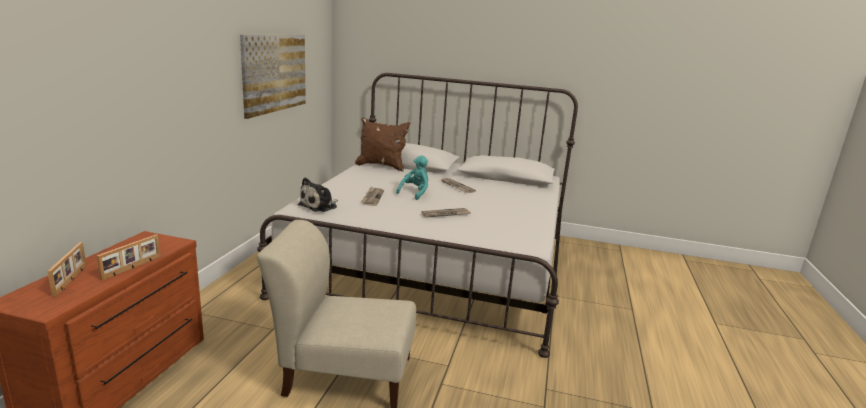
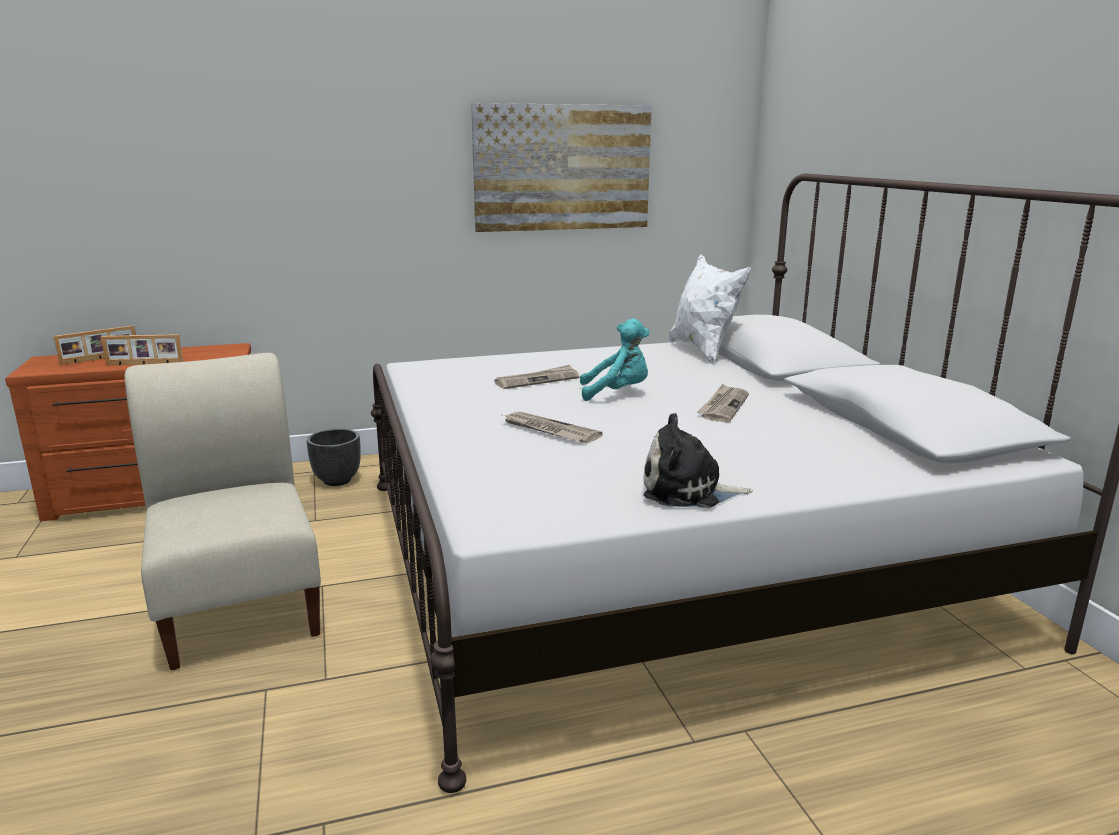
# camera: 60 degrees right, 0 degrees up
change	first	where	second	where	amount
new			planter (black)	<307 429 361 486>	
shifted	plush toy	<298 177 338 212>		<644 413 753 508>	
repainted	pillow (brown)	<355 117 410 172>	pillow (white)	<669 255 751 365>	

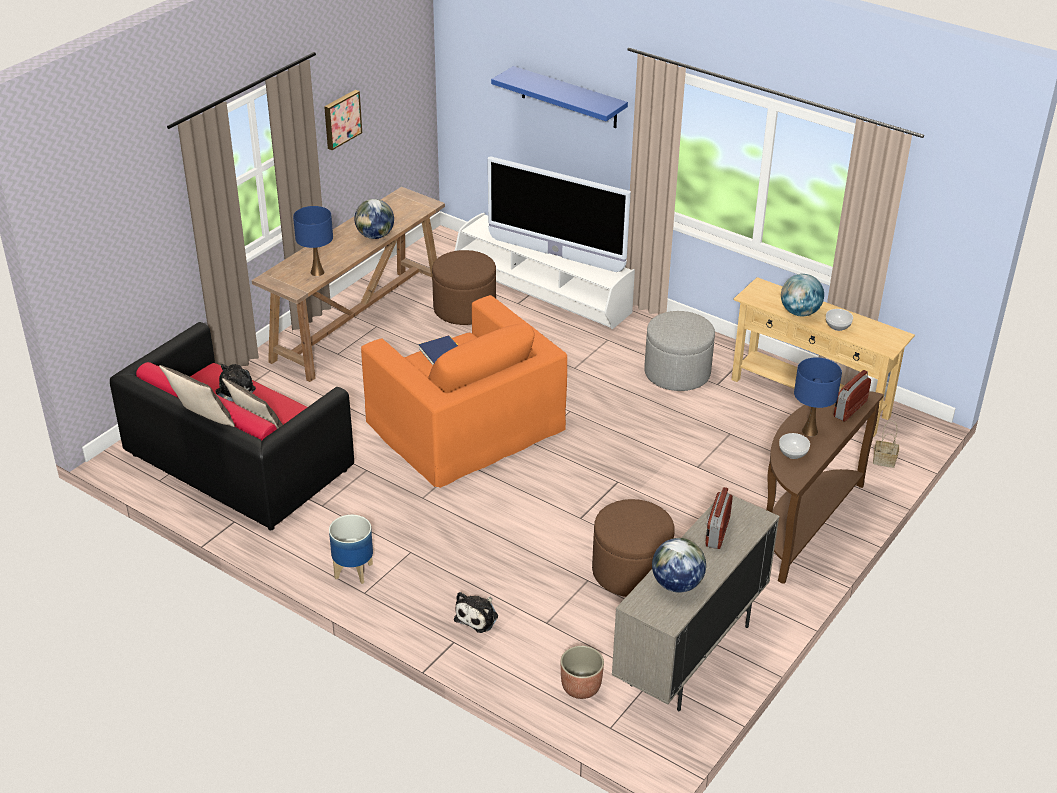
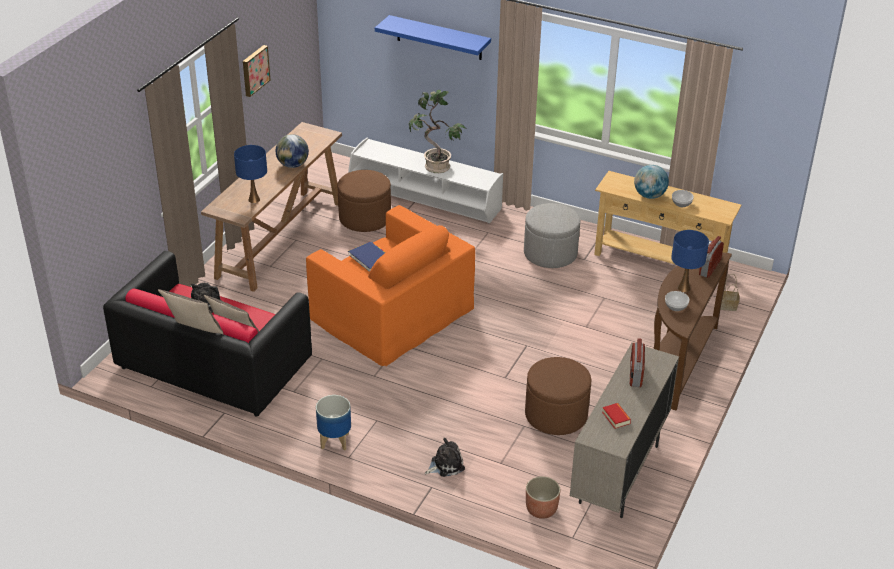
# camera: 10 degrees left, 0 degrees up
change	first	where	second	where	amount
swapped	television	<488 156 631 272>	potted plant	<409 90 466 173>	
swapped	globe	<652 538 706 593>	book	<602 403 631 429>	
rotated	plush toy	<454 592 498 633>		<425 438 465 477>	135 degrees counterclockwise

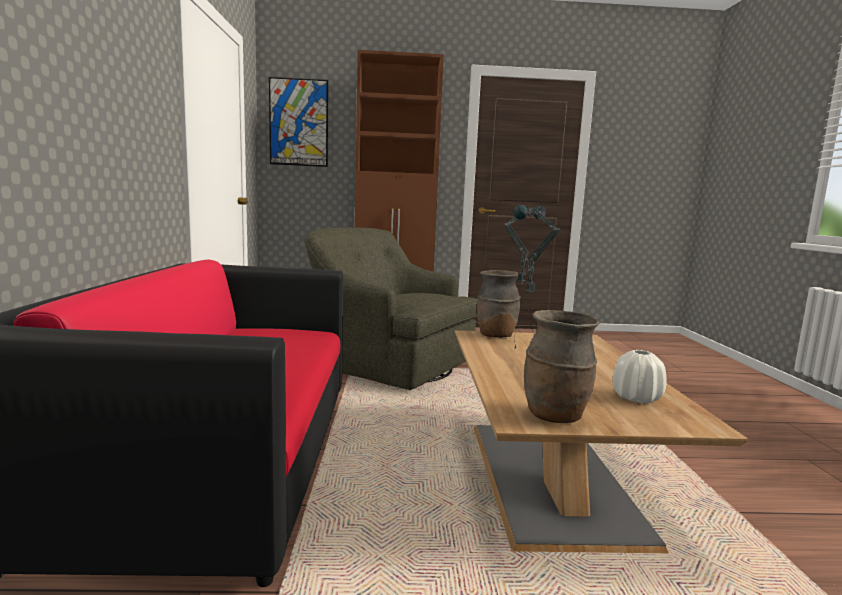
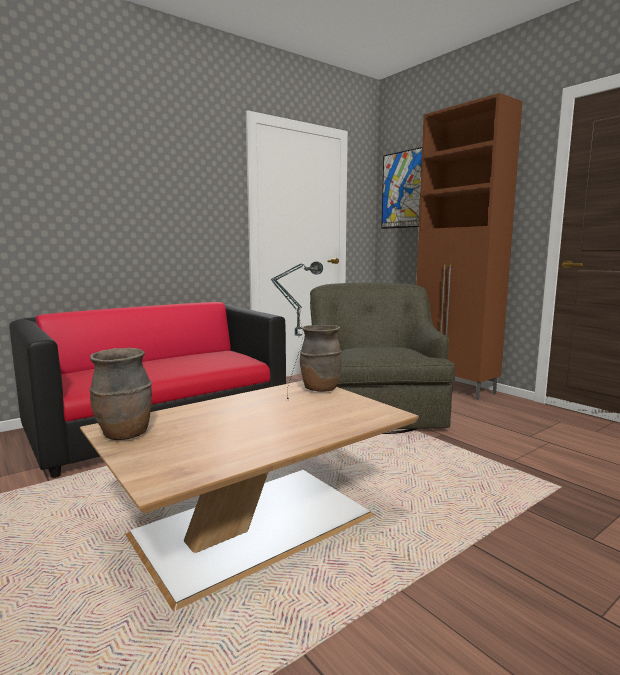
# camera: 55 degrees right, 0 degrees up
change	first	where	second	where	amount
gone	table lamp	<513 205 561 336>			
gone	vase (white)	<612 350 666 403>			

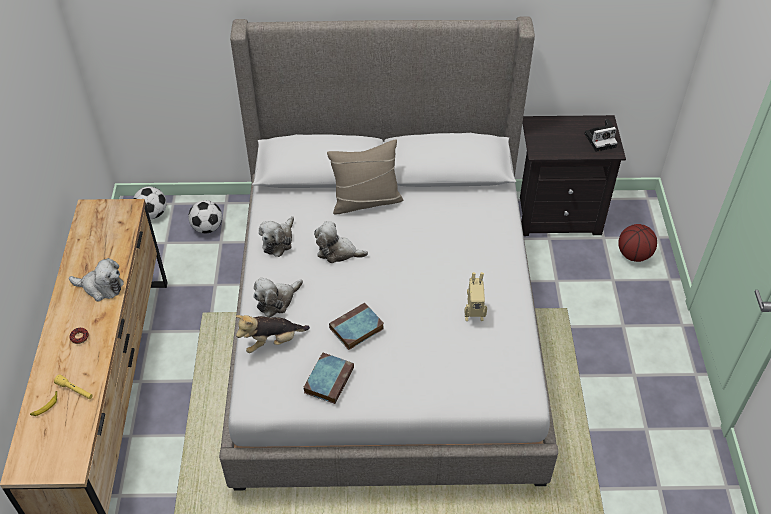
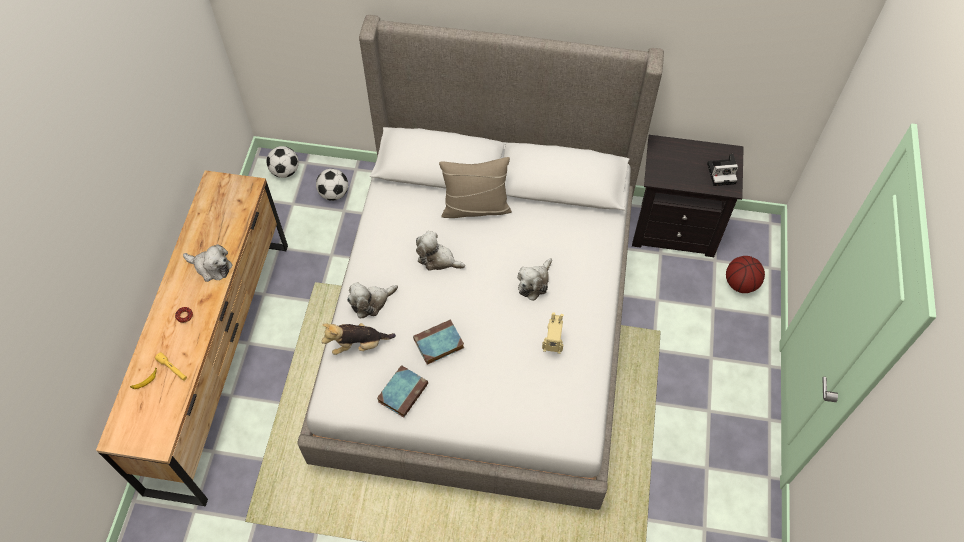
# camera: 10 degrees right, 10 degrees up
change	first	where	second	where	amount
shifted	plush toy	<259 216 294 257>		<517 258 552 301>	

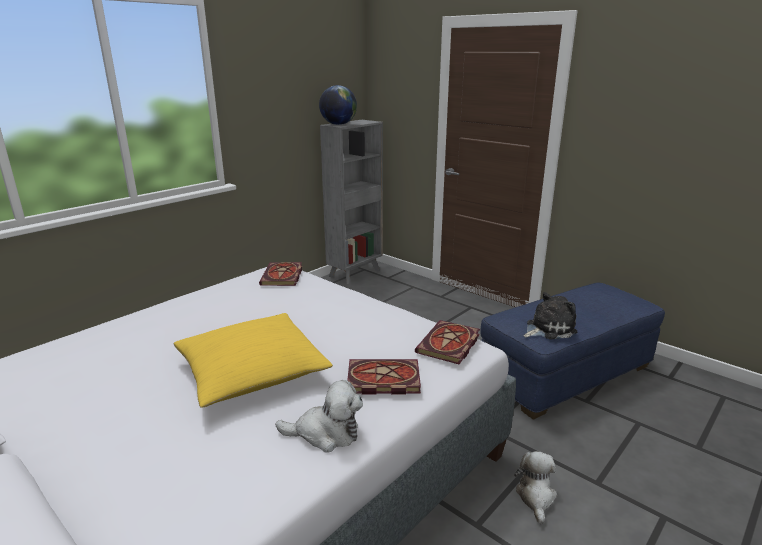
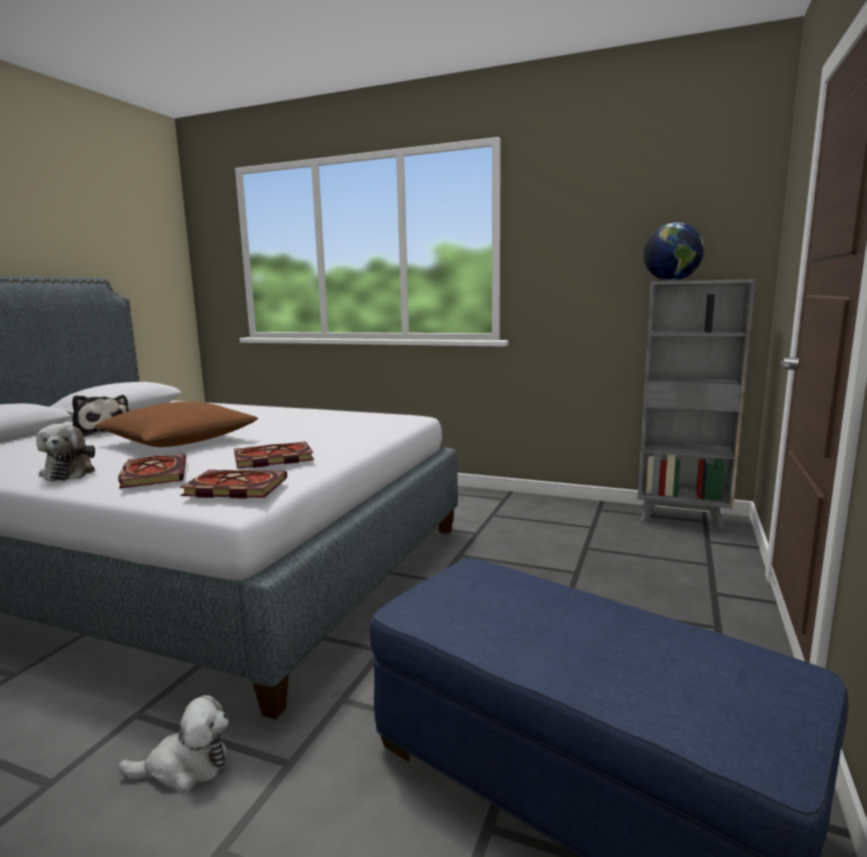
# camera: 70 degrees right, 10 degrees down
change	first	where	second	where	amount
shifted	book	<259 262 302 286>		<234 441 314 469>	
shifted	plush toy	<524 292 577 339>		<72 395 129 437>	
repainted	pillow (yellow)	<174 313 333 408>	pillow (brown)	<95 401 258 447>	

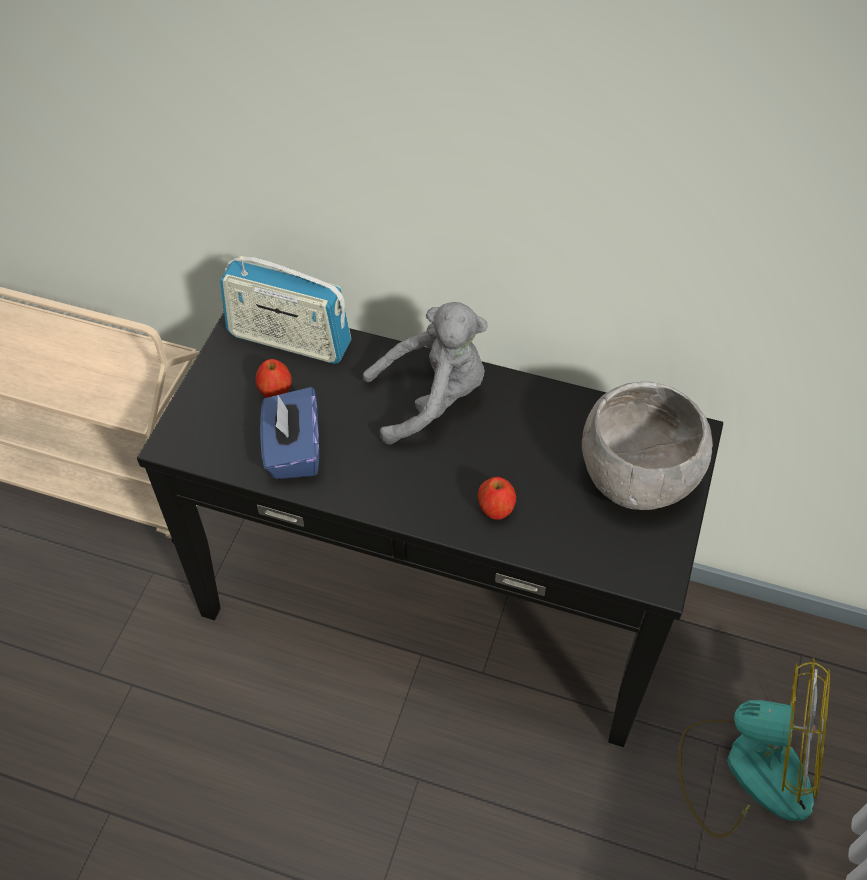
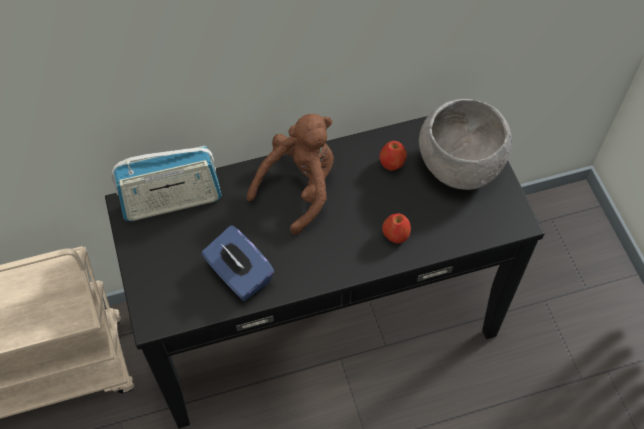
# camera: 35 degrees left, 5 degrees up
change	first	where	second	where	amount
gone	fan	<678 658 830 838>			
shifted	apple	<256 359 292 398>		<380 141 407 171>	
repainted	plush toy (grey)	<363 302 488 444>	plush toy (brown)	<247 114 334 235>	

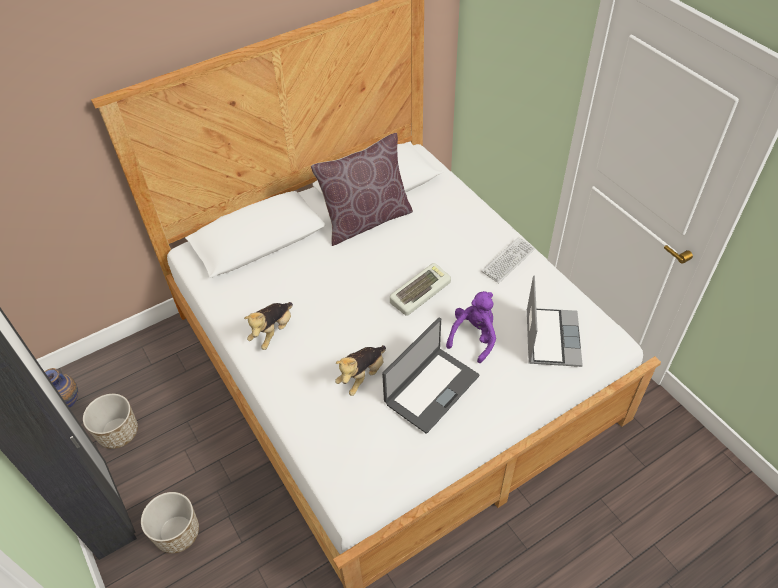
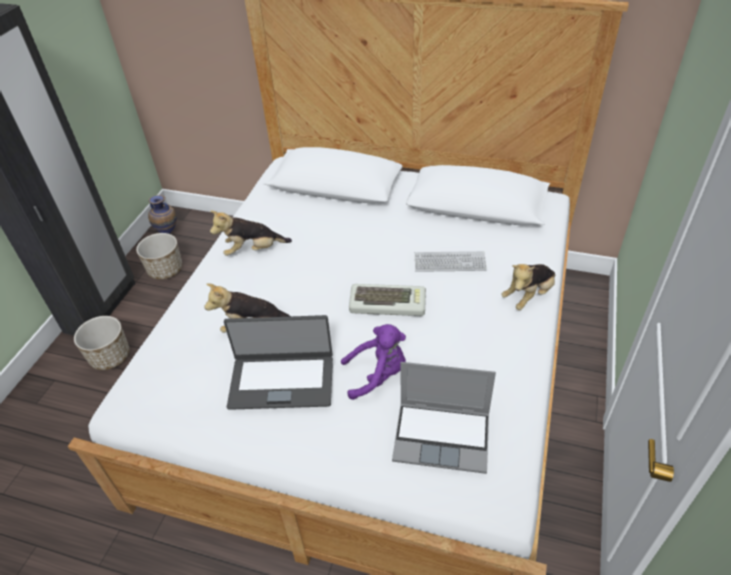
# camera: 50 degrees right, 5 degrees down
change	first	where	second	where	amount
gone	pillow (brown)	<311 133 413 246>			
new			plush toy	<501 264 555 310>	
shifted	keyboard	<481 237 535 283>		<415 251 487 272>	
rotated	laptop	<527 275 583 367>		<392 362 496 474>	45 degrees clockwise

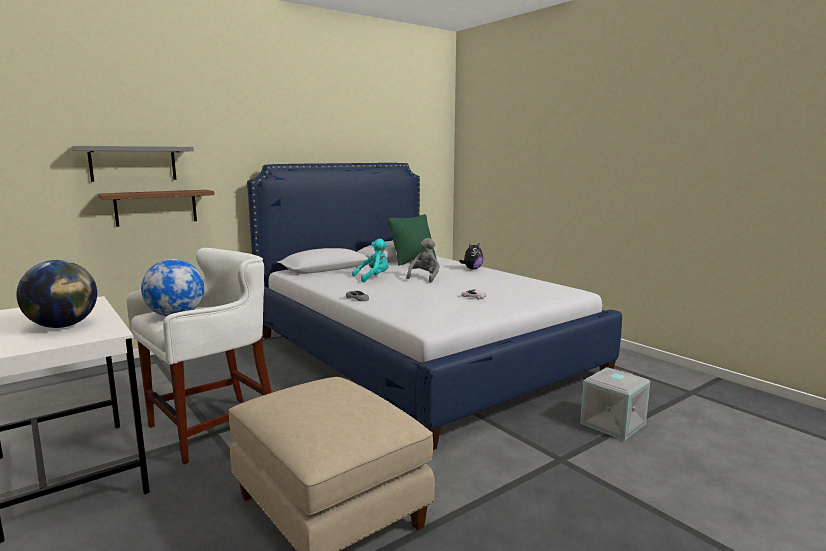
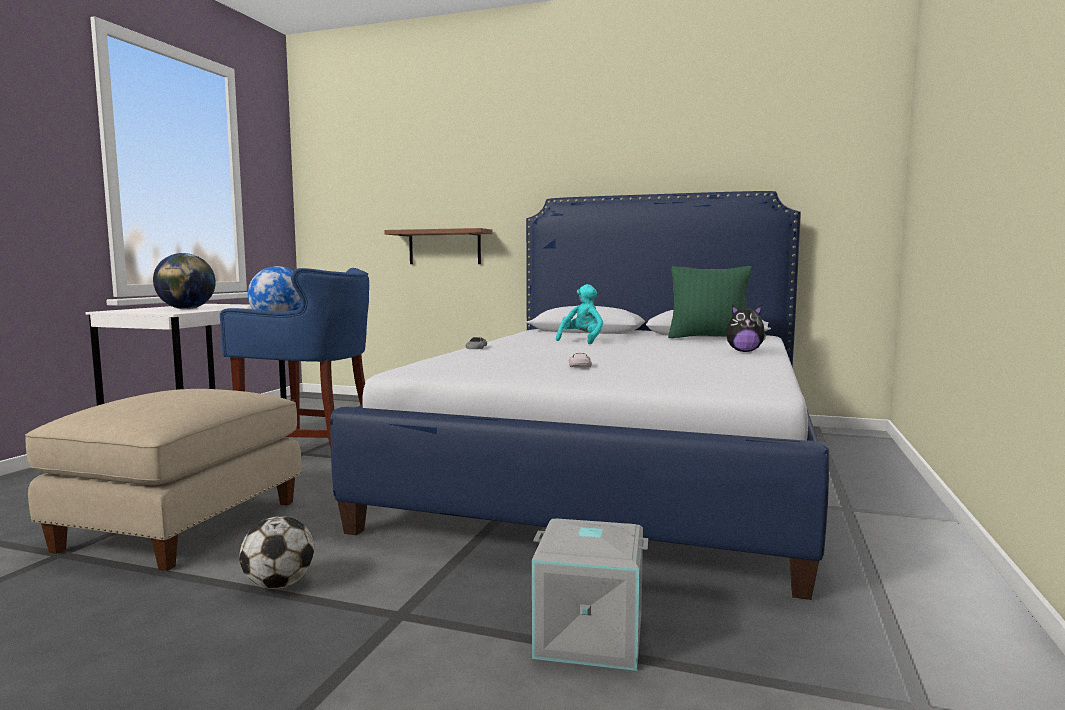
# camera: 55 degrees right, 5 degrees down
change	first	where	second	where	amount
gone	shelf (grey)	<71 146 194 182>			
gone	plush toy (grey)	<406 238 440 282>			
new			football	<239 516 315 589>	
repainted	stool (white)	<126 248 272 464>	stool (blue)	<220 268 369 449>	
rotated	plush toy (turquoise)	<352 239 389 282>		<556 284 603 344>	90 degrees counterclockwise

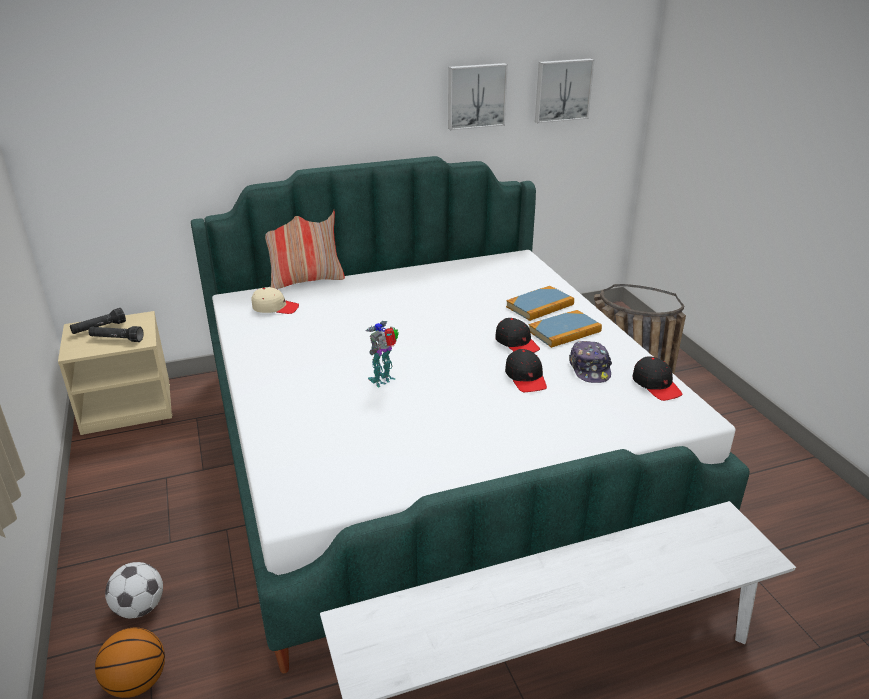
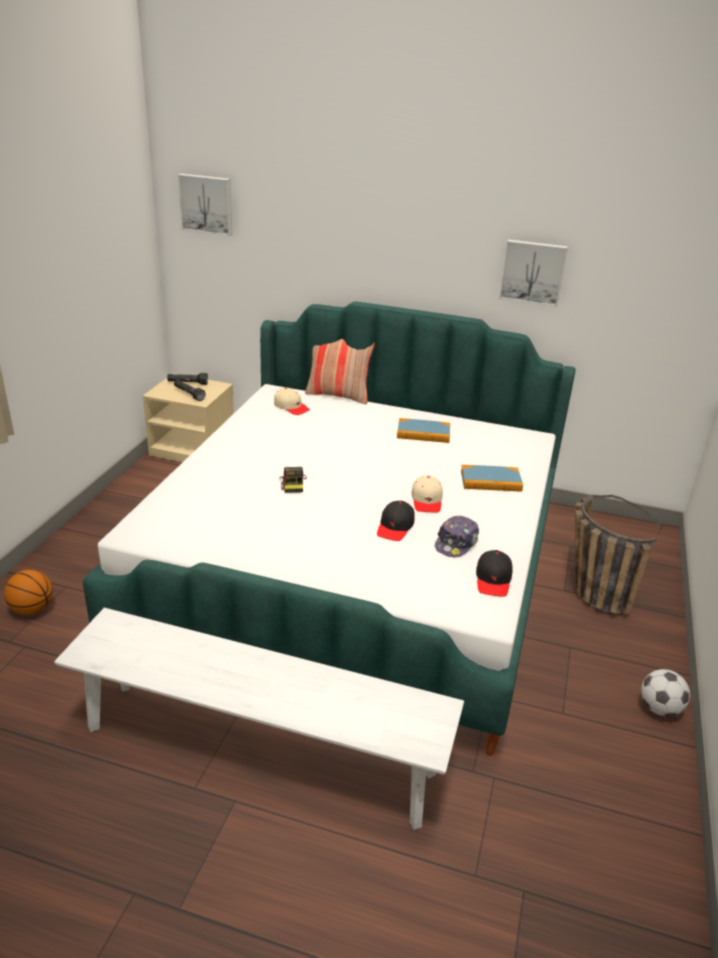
# camera: 35 degrees right, 0 degrees up
change	first	where	second	where	amount
shifted	football	<105 562 163 618>		<641 669 690 717>	
shifted	book	<529 310 602 348>		<397 418 450 443>	
shifted	picture	<535 59 594 123>		<178 174 232 236>	
swapped	toy robot	<366 321 399 387>	photo camera	<279 467 307 493>	
repainted	cap (black)	<495 318 540 353>	cap (beige)	<412 475 443 512>	

